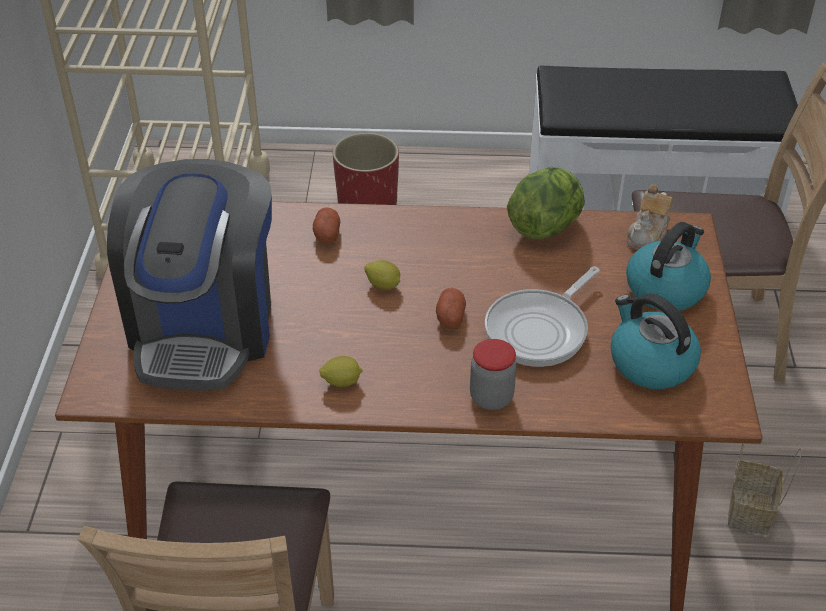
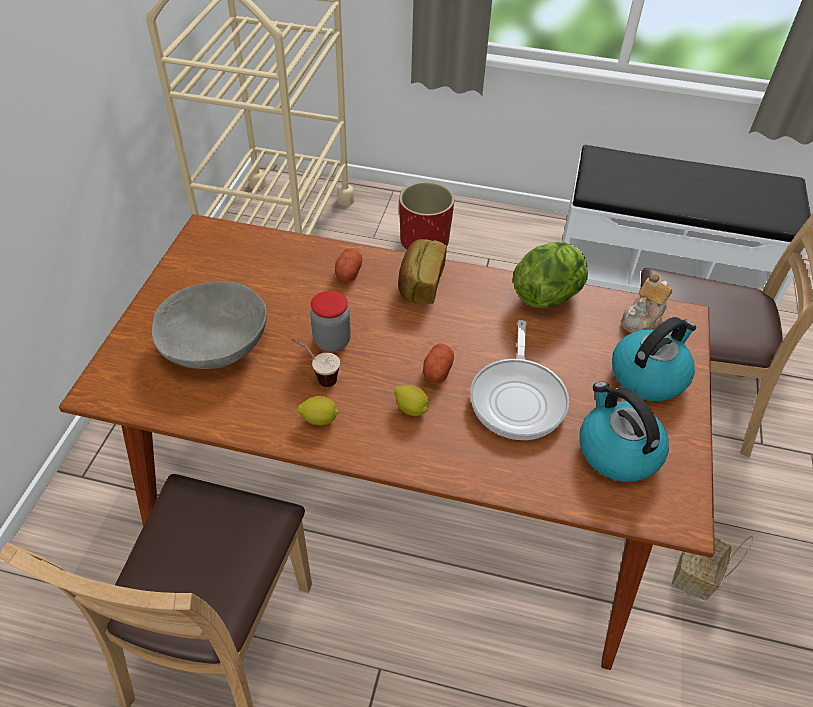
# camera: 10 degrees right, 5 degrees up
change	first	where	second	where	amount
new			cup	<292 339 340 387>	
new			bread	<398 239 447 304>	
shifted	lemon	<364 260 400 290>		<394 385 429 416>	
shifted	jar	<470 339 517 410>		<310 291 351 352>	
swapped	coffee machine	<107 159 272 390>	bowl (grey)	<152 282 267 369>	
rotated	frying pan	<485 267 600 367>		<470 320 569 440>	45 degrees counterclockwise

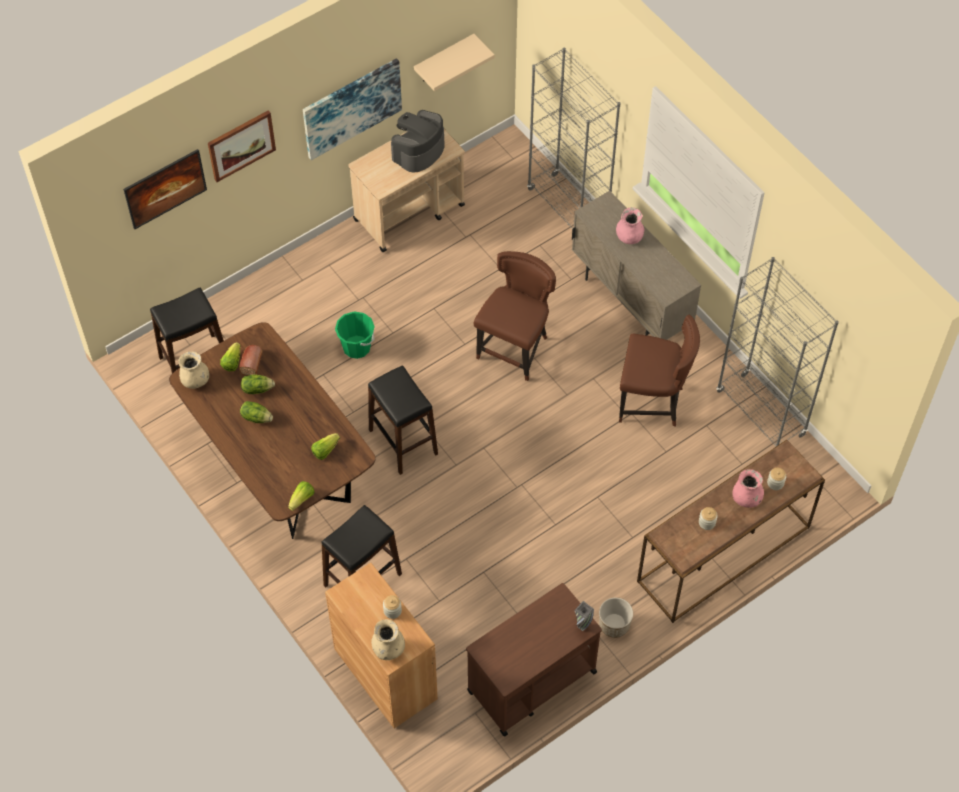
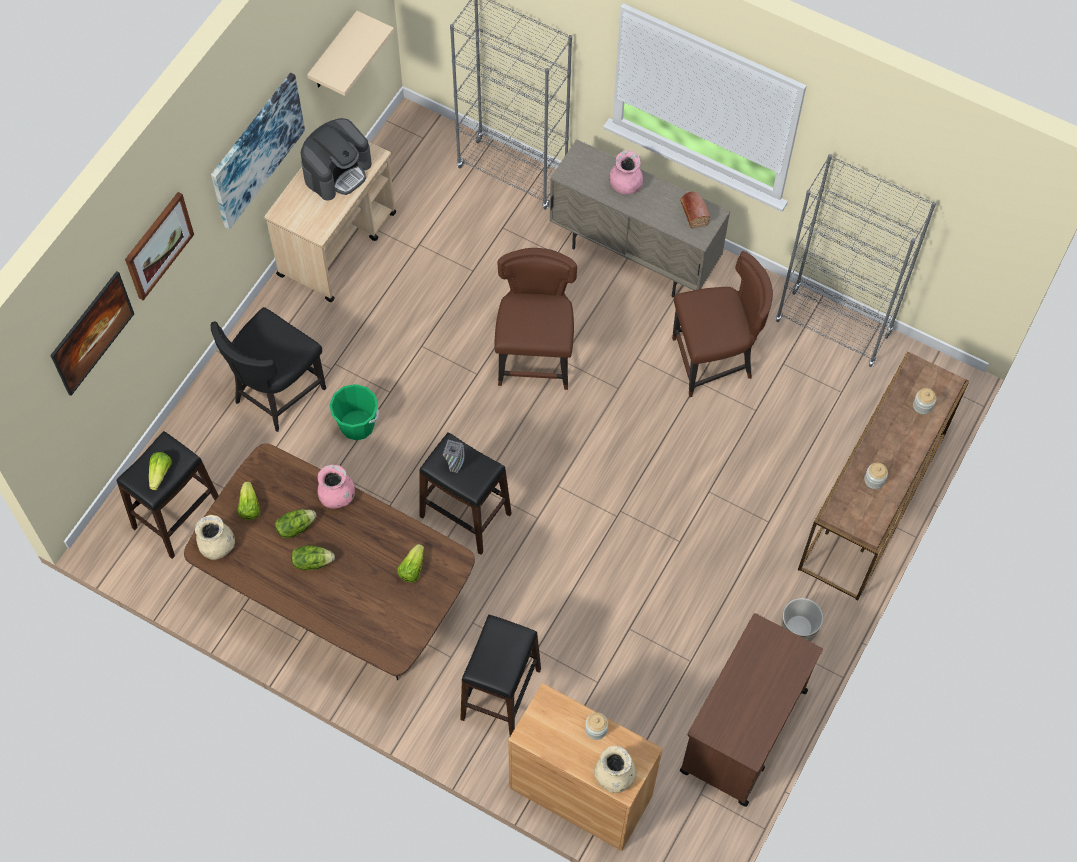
# camera: 25 degrees left, 5 degrees up
change	first	where	second	where	amount
new			chair (black)	<211 307 326 432>	
shifted	bread	<239 345 262 376>		<680 192 710 229>	
shifted	lettuce	<288 481 315 511>		<149 452 172 490>	
shifted	vase (grey)	<574 601 594 631>		<442 440 465 473>	
shifted	vase (pink)	<732 469 764 507>		<318 464 355 509>	
rotated	coffee machine	<391 110 445 172>		<301 118 372 201>	150 degrees counterclockwise

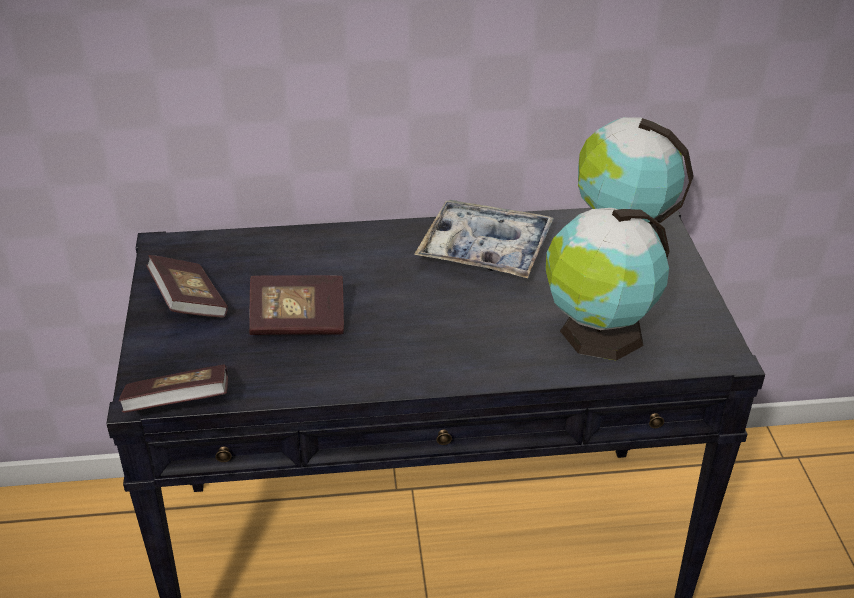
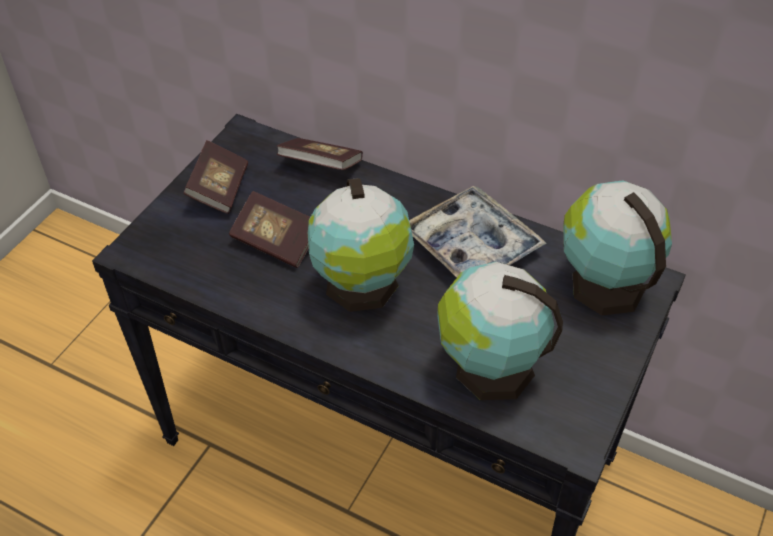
# camera: 35 degrees right, 10 degrees up
change	first	where	second	where	amount
new			globe	<308 178 414 312>	
shifted	book	<119 365 228 413>		<277 138 363 170>	

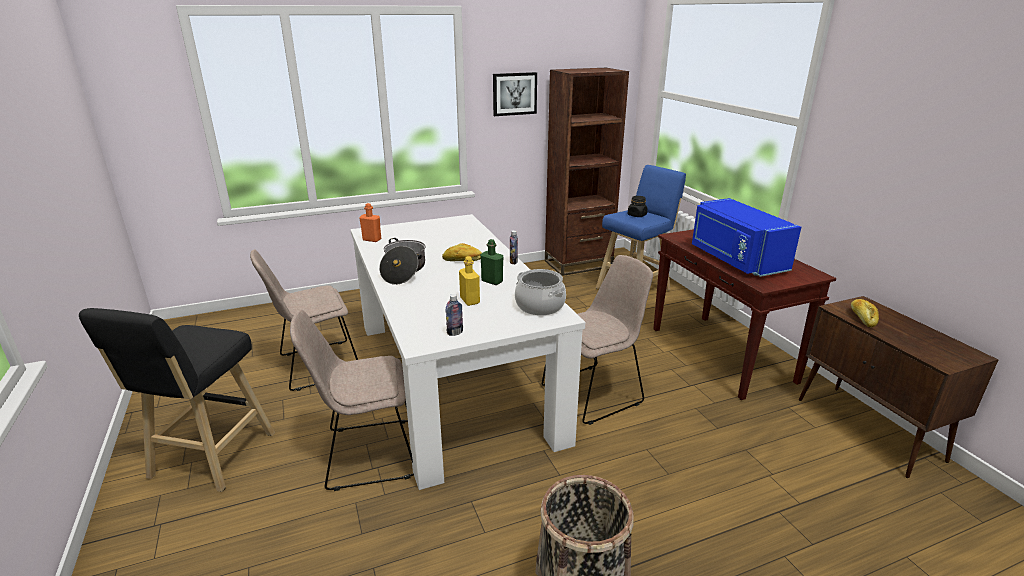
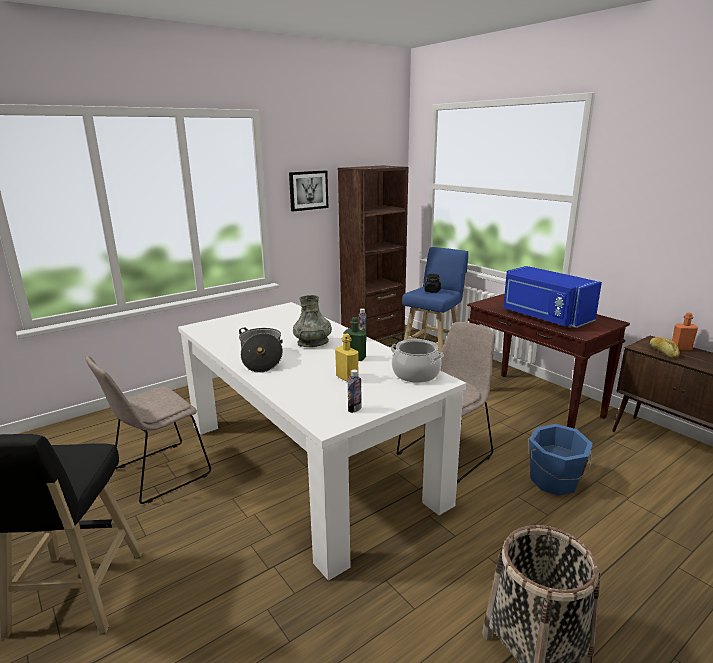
# camera: 15 degrees left, 5 degrees down
change	first	where	second	where	amount
gone	chair (beige)	<290 310 414 491>			
new			bucket (blue)	<529 424 593 496>	
shifted	bottle (orange)	<359 203 381 242>		<672 312 698 351>	
swapped	bread	<442 243 482 261>	vase (grey)	<293 295 332 347>	

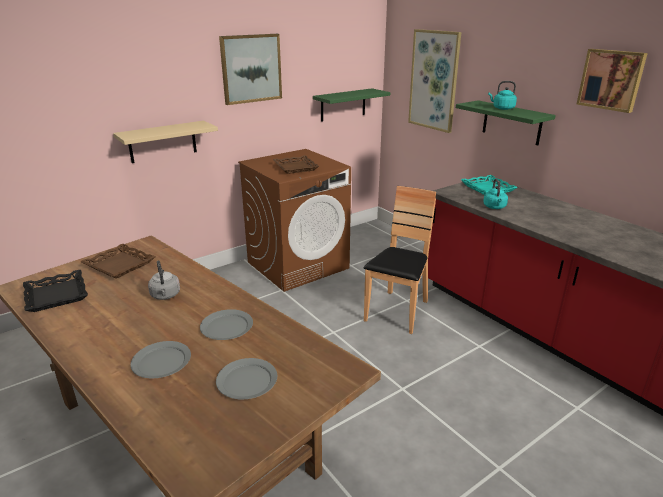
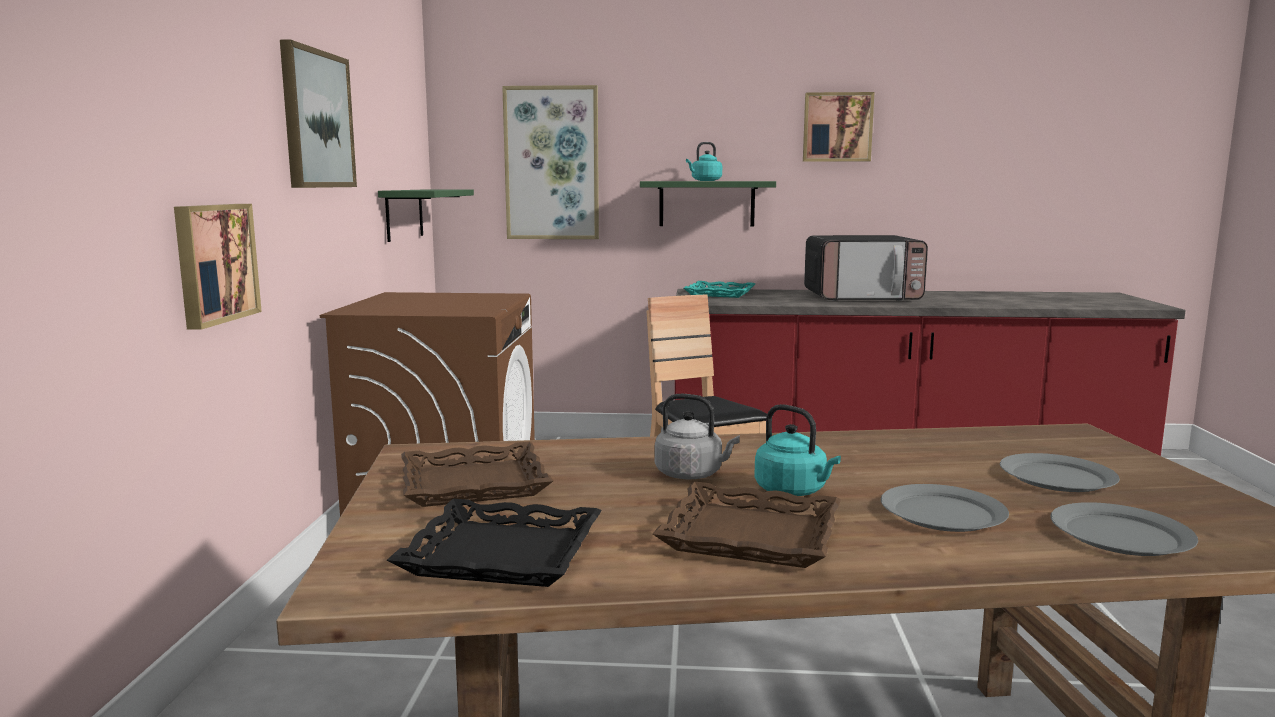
# camera: 50 degrees left, 15 degrees down
change	first	where	second	where	amount
new			microwave	<804 235 928 301>	
shifted	plate (grey)	<200 309 253 340>		<1050 502 1198 556>	
shifted	tray (brown)	<273 155 319 174>		<653 482 841 568>	
shifted	kettle (turquoise)	<483 179 508 209>		<754 404 841 496>	
swapped	shelf (beige)	<113 121 218 163>	picture	<174 204 262 330>	

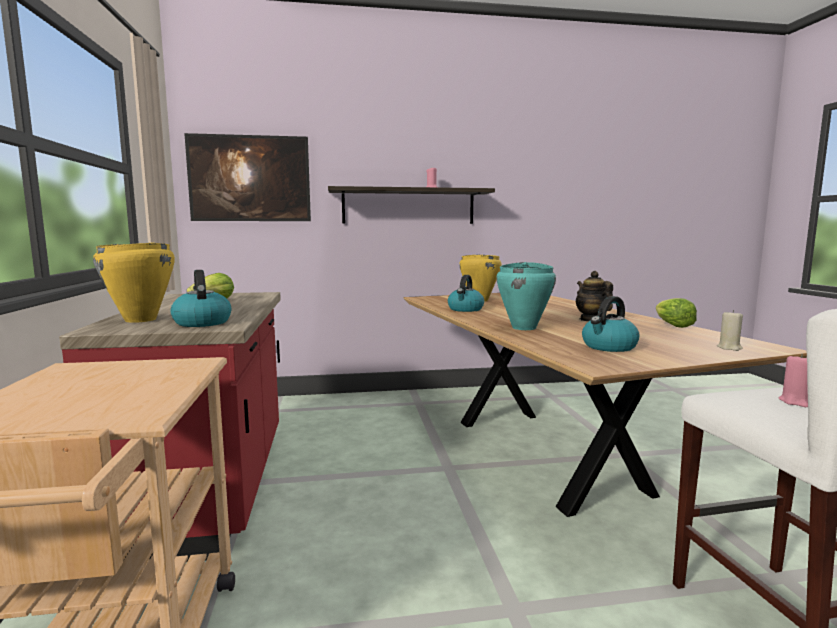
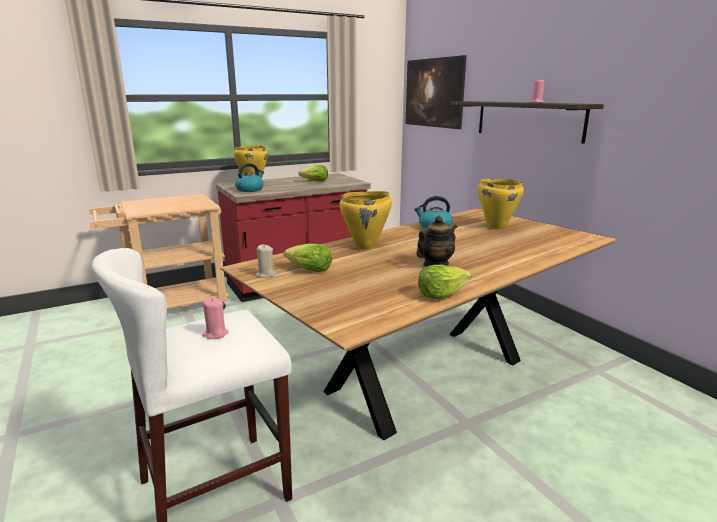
# camera: 70 degrees right, 10 degrees up
change	first	where	second	where	amount
shifted	candle (beige)	<717 310 743 351>		<255 245 276 278>	
swapped	kettle	<582 296 639 352>	lettuce	<284 244 332 272>	
repainted	cooking pot (turquoise)	<496 262 556 330>	cooking pot (yellow)	<339 191 392 250>	

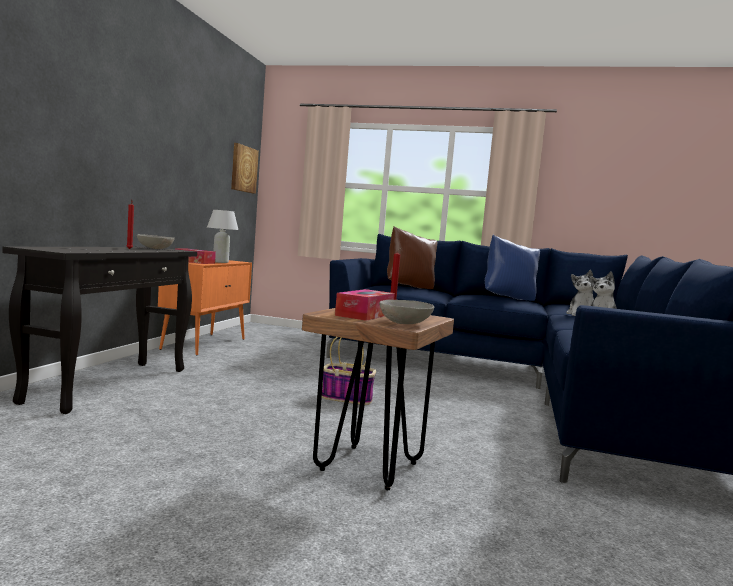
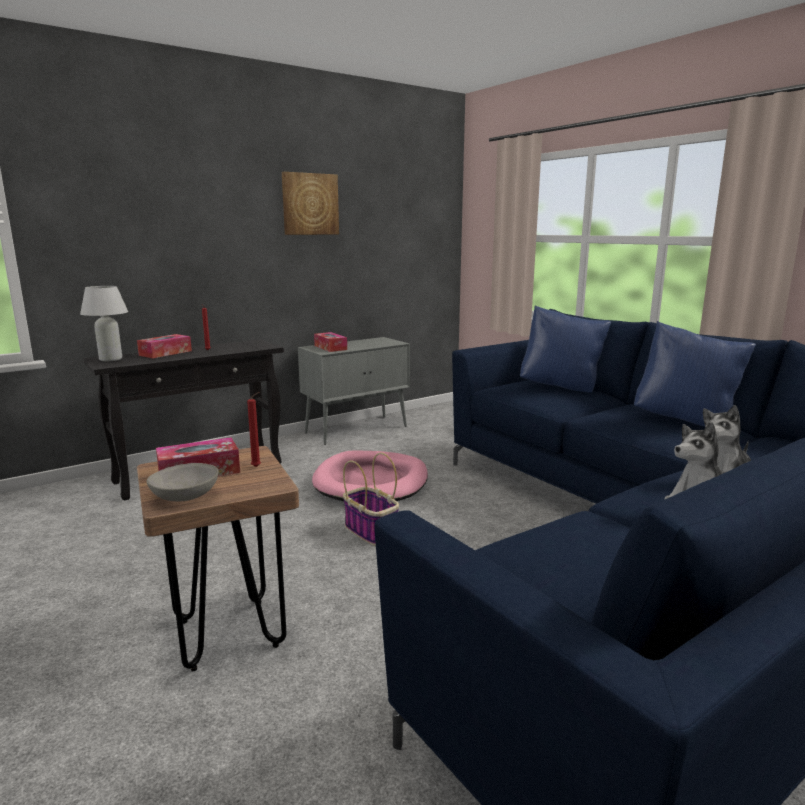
# camera: 40 degrees right, 10 degrees up
change	first	where	second	where	amount
gone	bowl (grey)	<137 234 175 249>			
new			tissue box	<137 334 192 358>	
new			dog bed (pink)	<312 451 428 501>	
shifted	table lamp (white)	<207 210 238 263>		<80 286 128 361>	
shifted	picture	<231 143 259 194>		<282 172 339 235>	
repainted	cabinet (orange)	<158 260 252 356>	cabinet (grey)	<298 337 410 445>	
repainted	pillow (brown)	<387 226 437 289>	pillow (blue)	<520 305 611 392>	

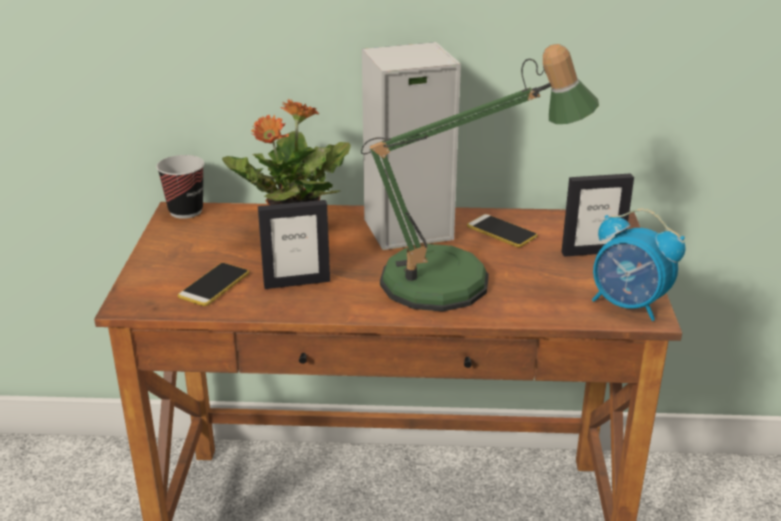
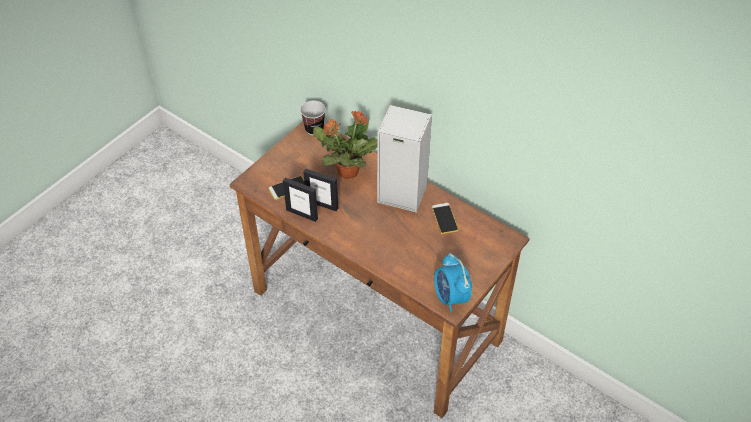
# camera: 35 degrees right, 20 degrees up
change	first	where	second	where	amount
gone	table lamp	<361 44 599 312>			
shifted	picture frame	<561 173 634 257>		<283 178 318 222>	

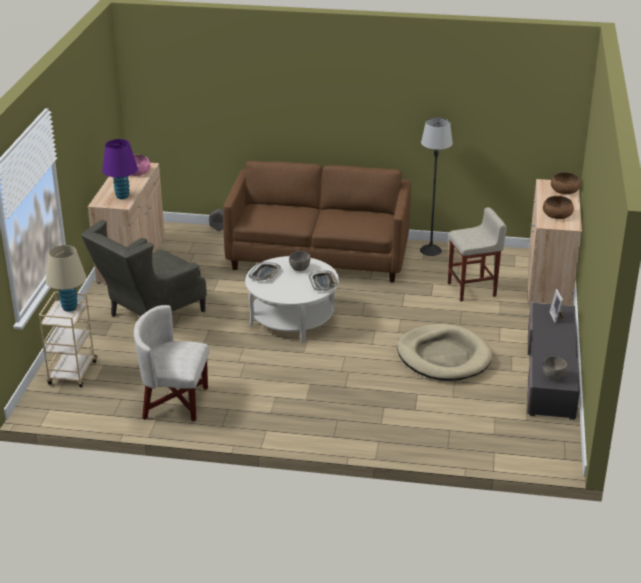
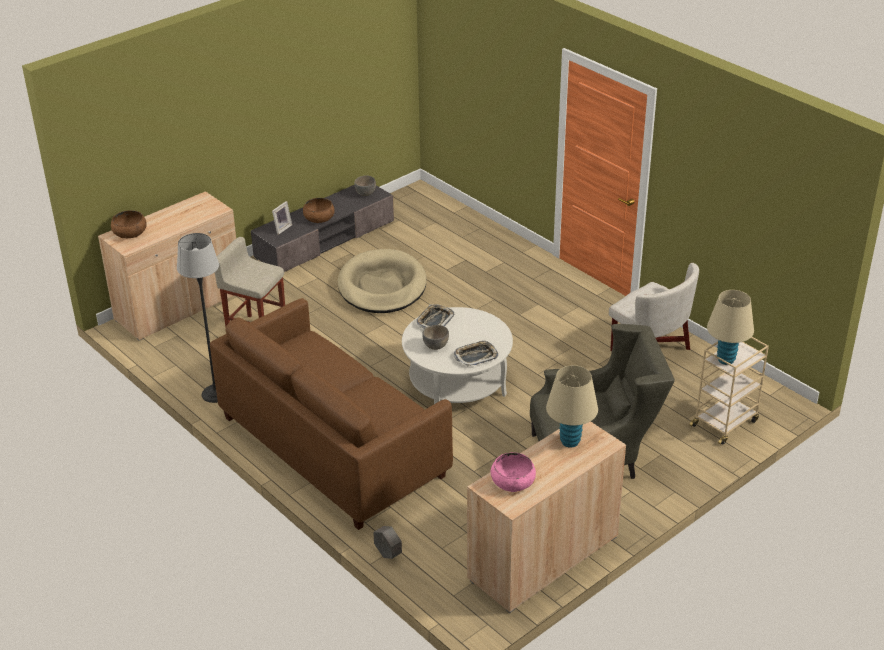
# camera: 140 degrees left, 5 degrees up
change	first	where	second	where	amount
shifted	bowl (brown)	<543 196 574 219>		<303 198 335 223>	
repainted	table lamp (purple)	<102 139 138 199>	table lamp (beige)	<546 365 598 448>	

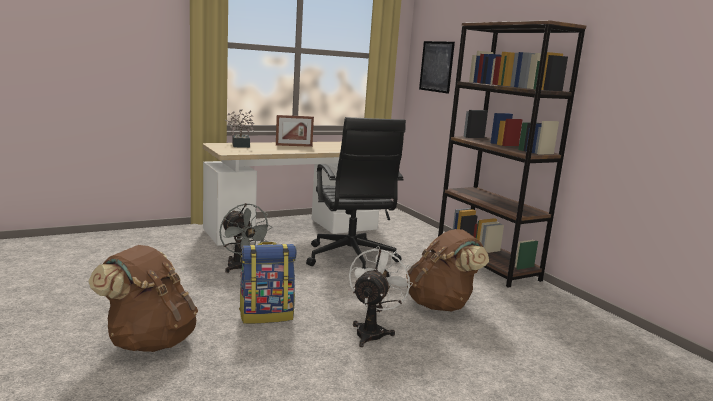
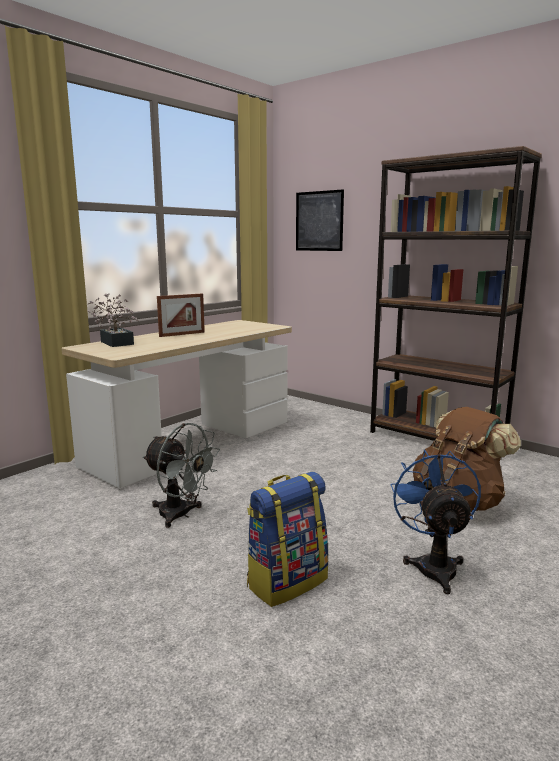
# camera: 20 degrees left, 0 degrees up
change	first	where	second	where	amount
gone	backpack (brown)	<88 245 198 352>			
gone	office chair (black)	<306 117 406 269>			
repainted	fan (white)	<349 246 413 347>	fan (blue)	<391 449 481 594>	

